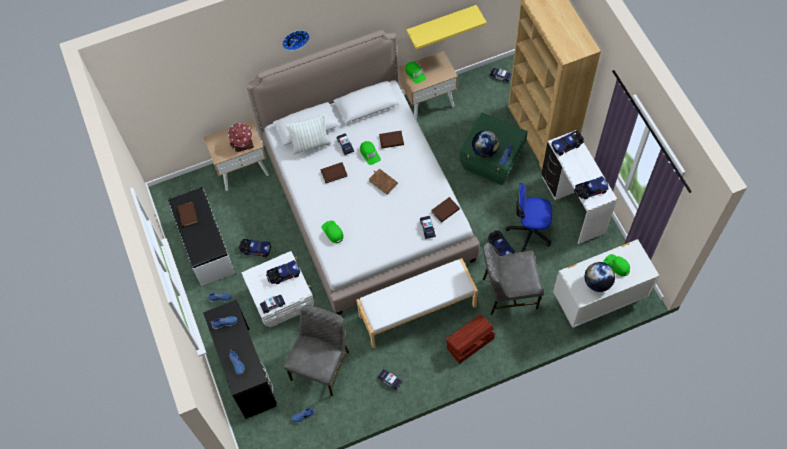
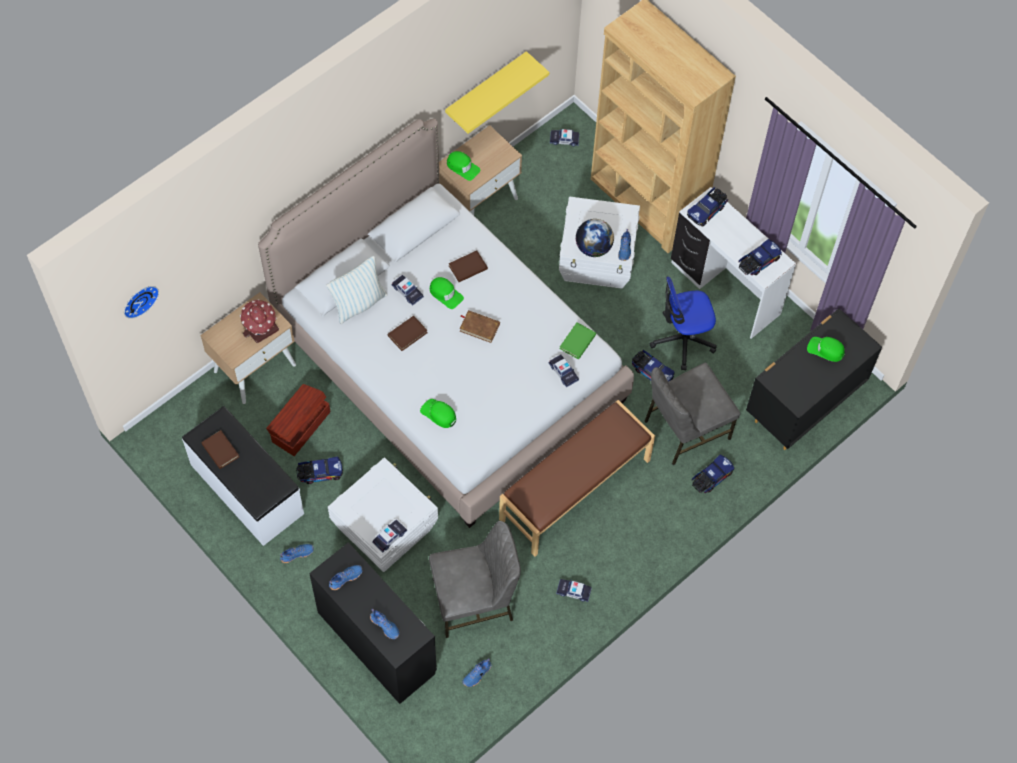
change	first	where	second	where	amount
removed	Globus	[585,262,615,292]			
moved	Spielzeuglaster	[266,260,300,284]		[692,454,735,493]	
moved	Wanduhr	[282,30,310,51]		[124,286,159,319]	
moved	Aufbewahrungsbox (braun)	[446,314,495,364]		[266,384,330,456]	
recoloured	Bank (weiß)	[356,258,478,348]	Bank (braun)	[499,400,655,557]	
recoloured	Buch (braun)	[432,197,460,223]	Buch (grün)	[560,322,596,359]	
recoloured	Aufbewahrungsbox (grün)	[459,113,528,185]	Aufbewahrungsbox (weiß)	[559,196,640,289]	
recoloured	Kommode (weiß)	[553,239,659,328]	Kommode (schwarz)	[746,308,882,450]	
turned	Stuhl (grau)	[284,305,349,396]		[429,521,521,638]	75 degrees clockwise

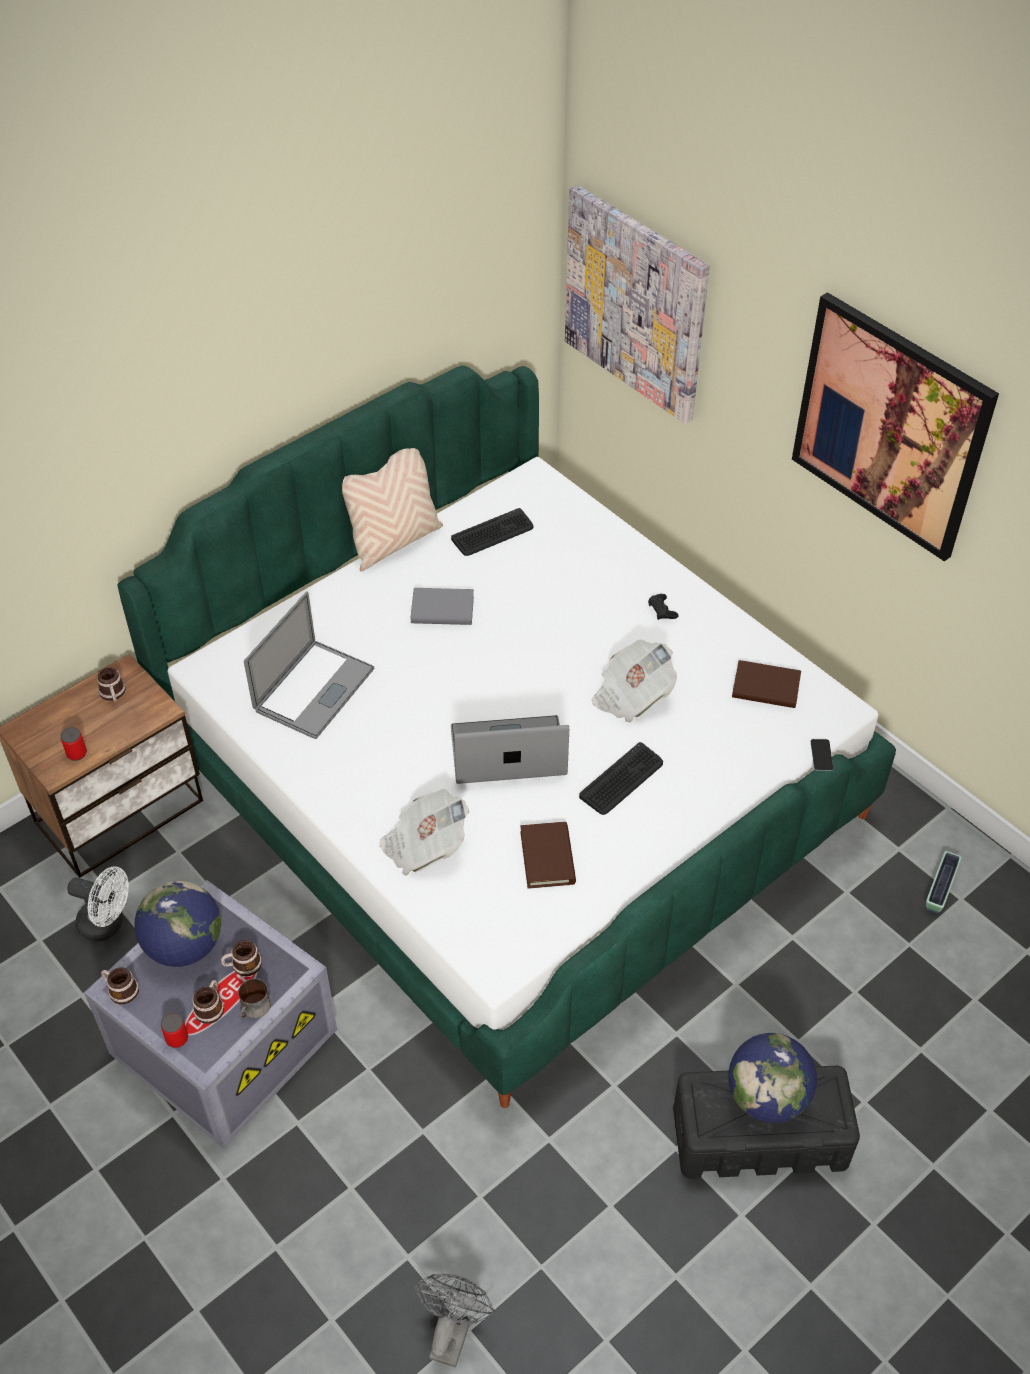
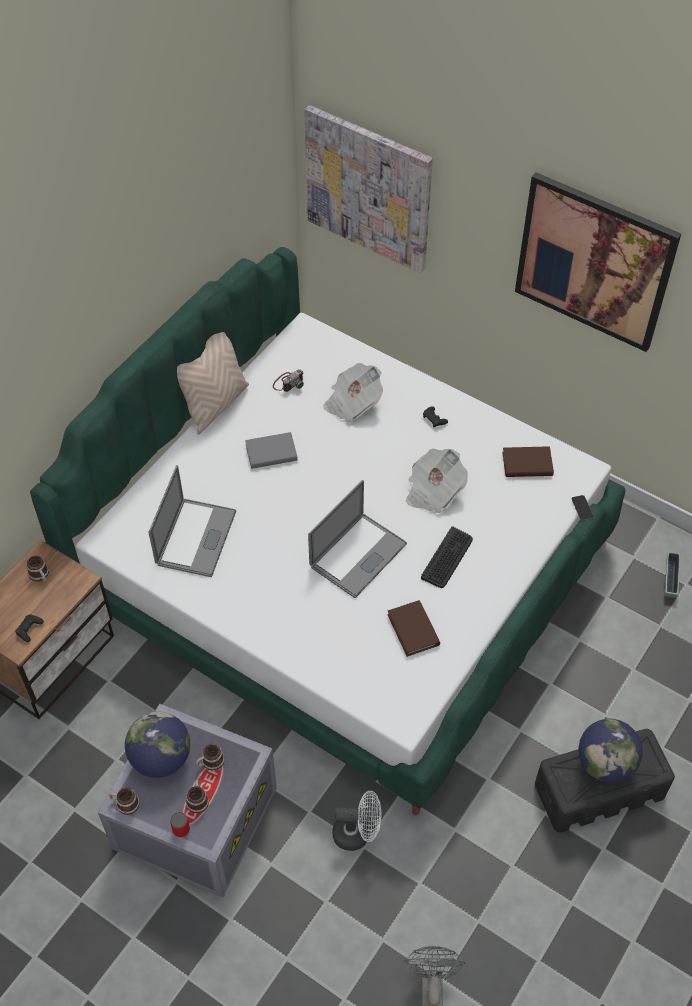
change	first	where	second	where	amount
removed	Henkelbecher	[238,978,271,1019]			
moved	Ventilator (weiß)	[67,866,129,942]		[332,791,381,851]	
moved	Zeitung	[379,789,469,876]		[323,363,383,423]	
replaced	Dose	[61,727,87,761]	Gamepad (schwarz)	[15,614,44,642]	
replaced	Tastatur	[451,508,534,556]	Kamera	[273,369,304,392]	
turned	Laptop	[451,715,569,784]		[308,480,407,598]	150 degrees clockwise

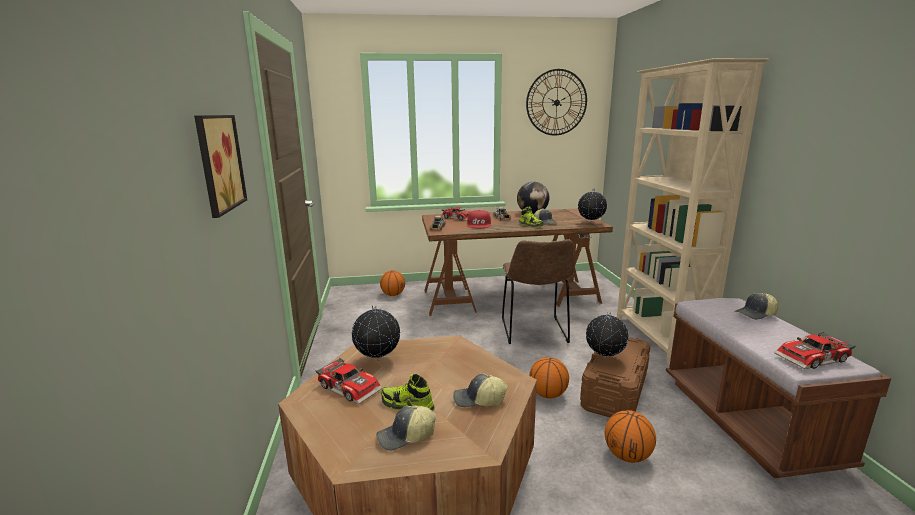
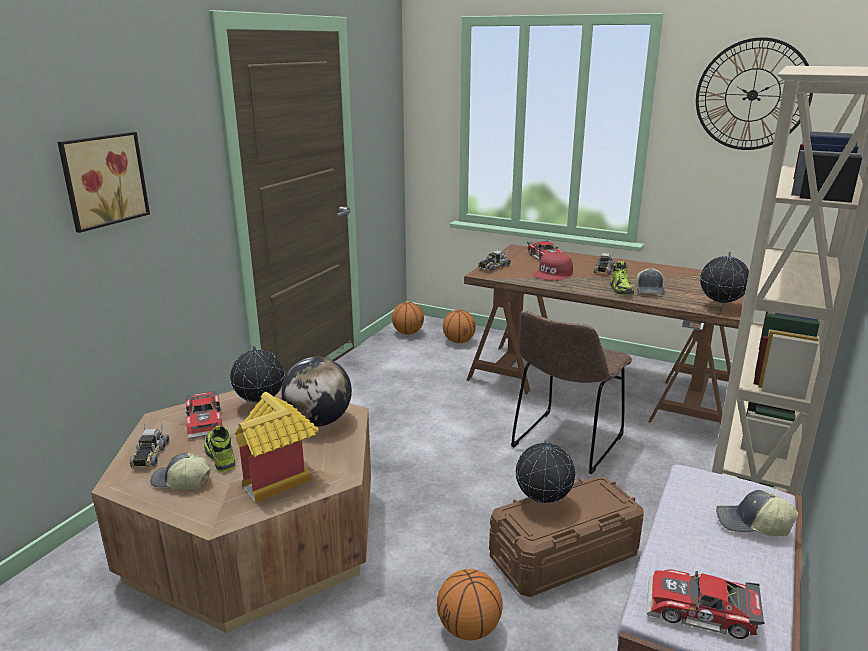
change	first	where	second	where	amount
added			Spielzeuglaster	[130,423,169,468]	
moved	Globus	[517,182,549,214]		[281,357,352,427]	
moved	Basketball	[529,357,569,399]		[392,302,424,335]	
replaced	Kappe	[453,373,508,407]	Spielzeughaus	[234,392,318,503]	

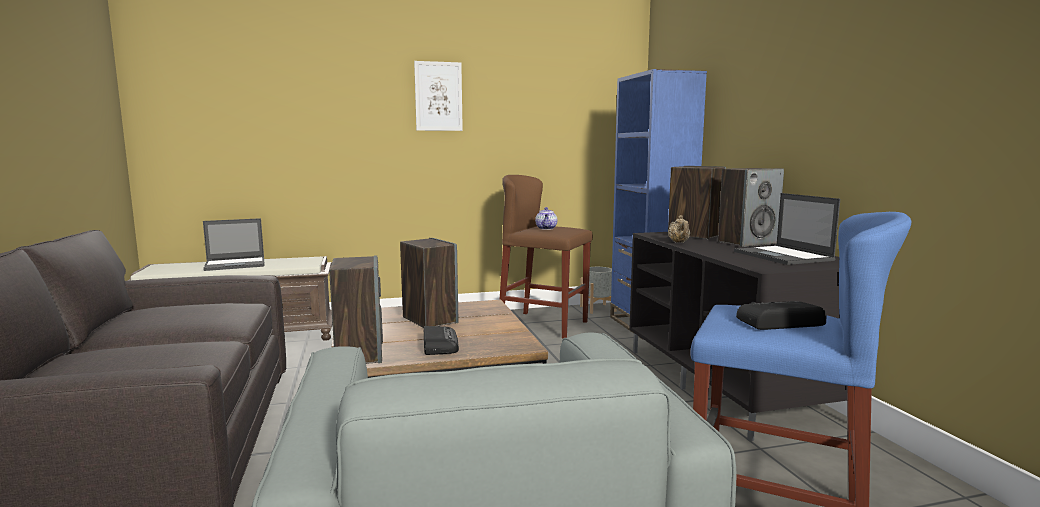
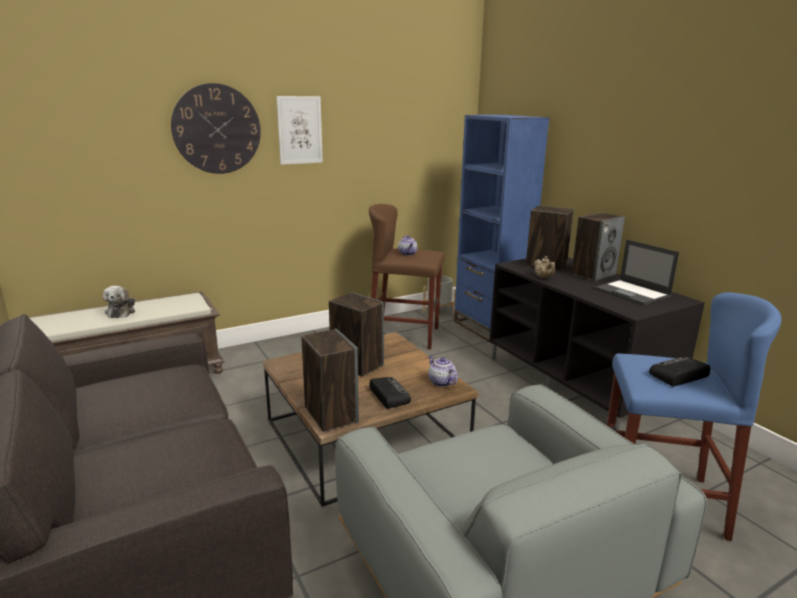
change	first	where	second	where	amount
added			Wanduhr	[171,83,261,174]	
added			Teekanne	[428,356,458,387]	
replaced	Laptop	[203,218,265,271]	Plüschtier	[103,286,135,318]	

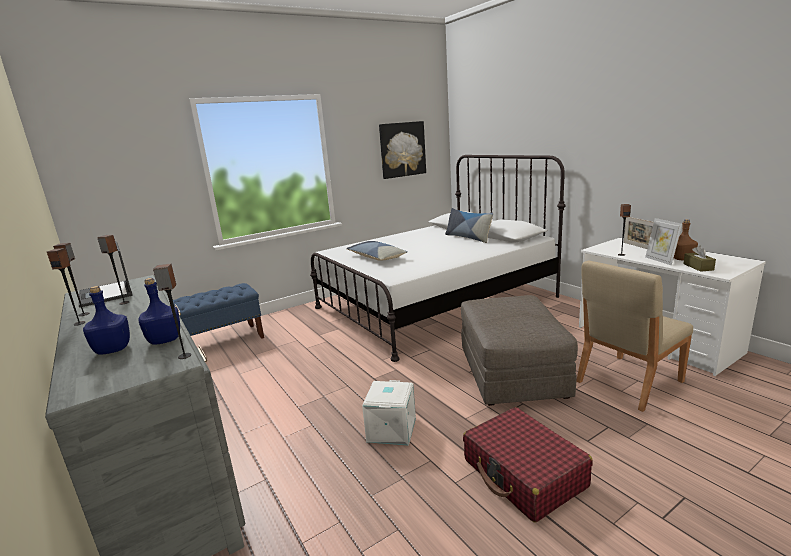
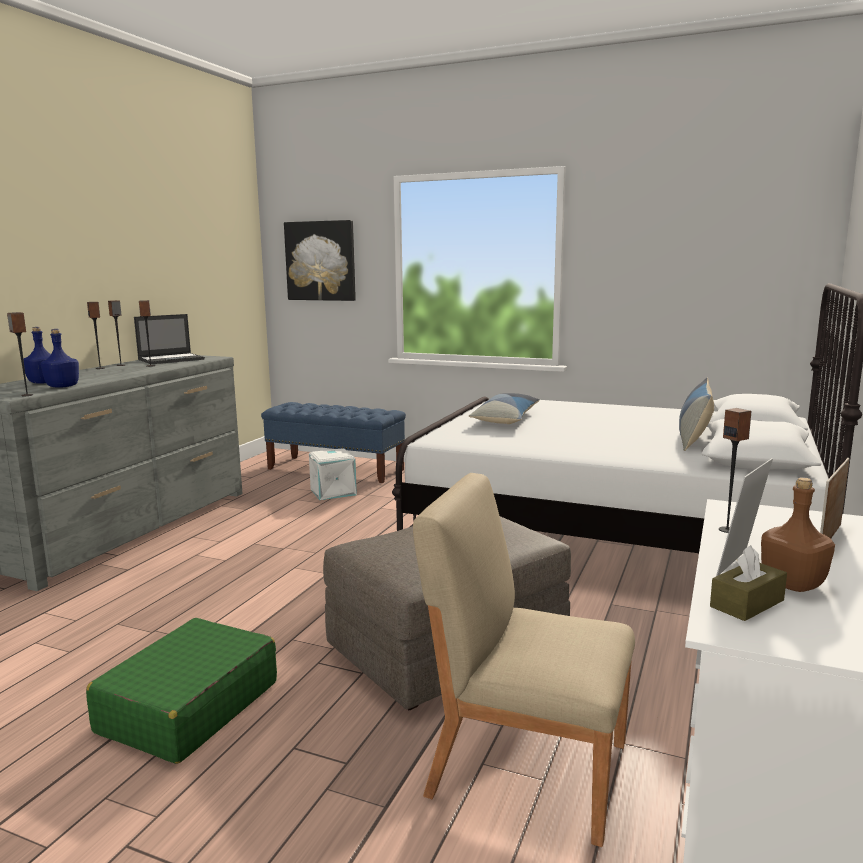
change	first	where	second	where	amount
moved	Aufbewahrungsbox (weiß)	[362,380,416,446]		[309,448,357,500]	
moved	Bild	[379,121,426,179]		[284,220,356,301]	
recoloured	Koffer (rot)	[463,407,592,523]	Koffer (grün)	[86,618,277,764]	
turned	Laptop	[79,242,133,308]		[134,314,205,364]	150 degrees counterclockwise

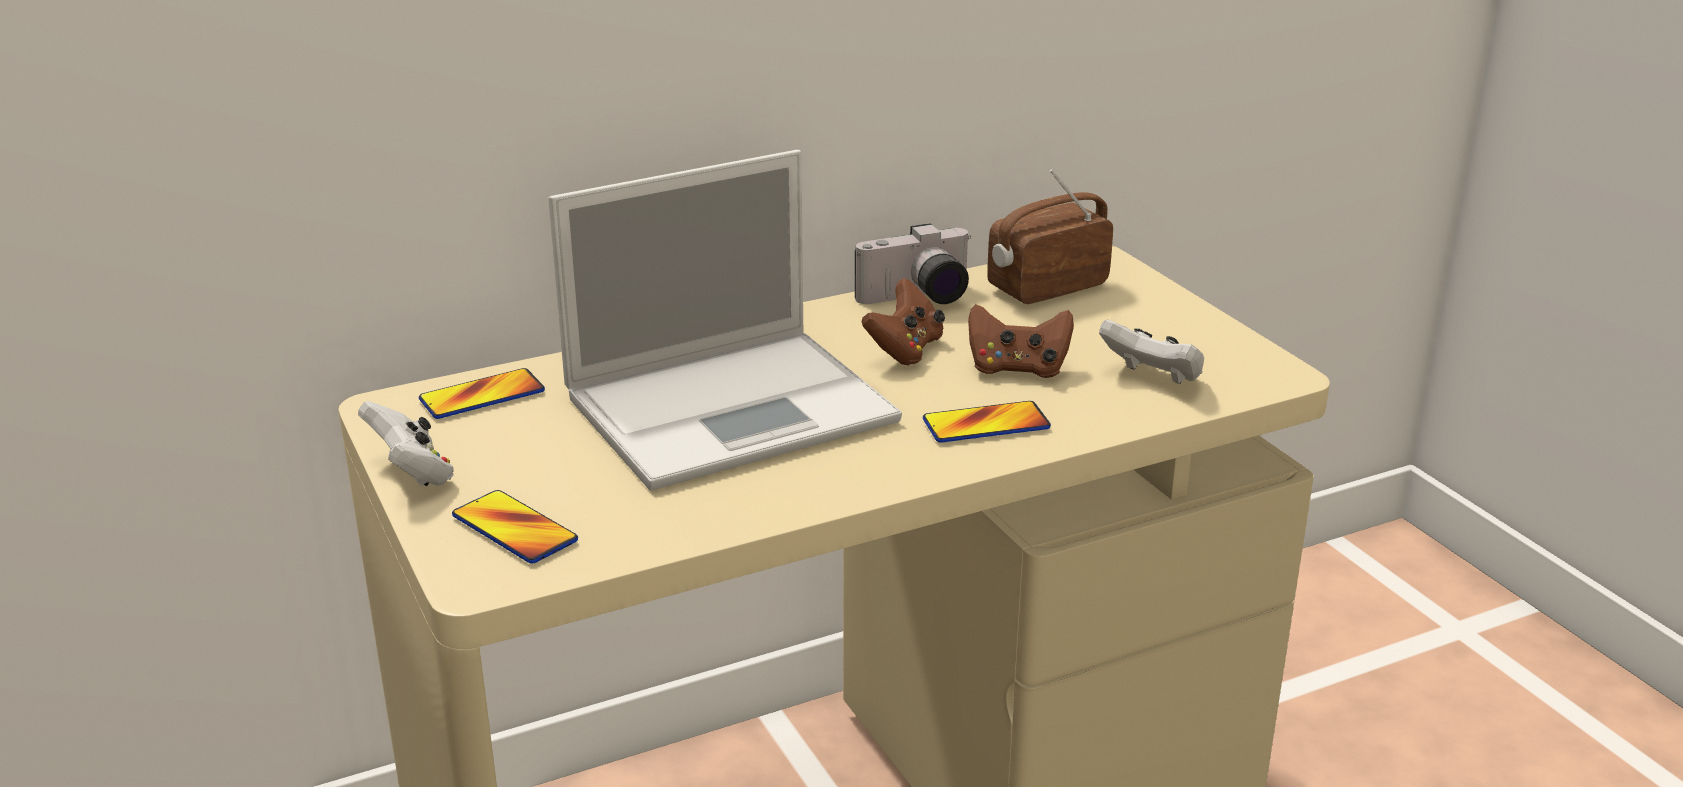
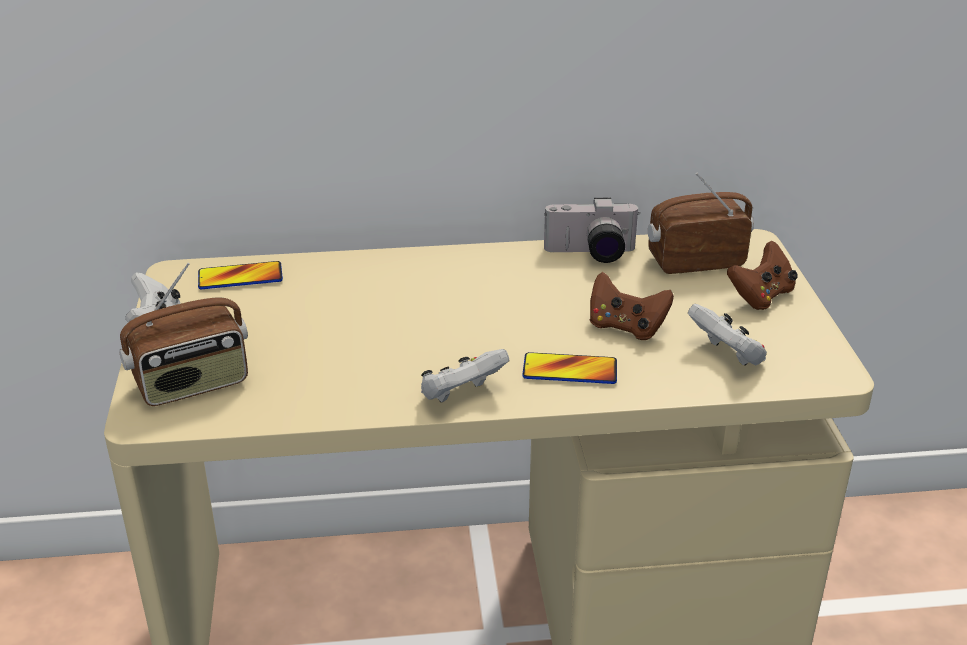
change	first	where	second	where	amount
removed	Laptop	[548,150,902,491]			
added			Gamepad (weiß)	[421,349,509,403]	
moved	Gamepad (braun)	[861,278,945,365]		[727,241,798,310]	
replaced	Handy	[452,490,578,563]	Radio	[119,263,248,406]	

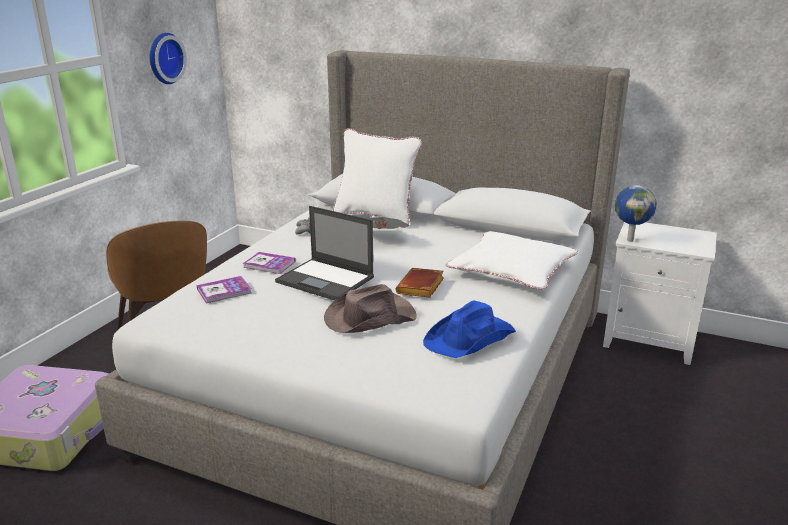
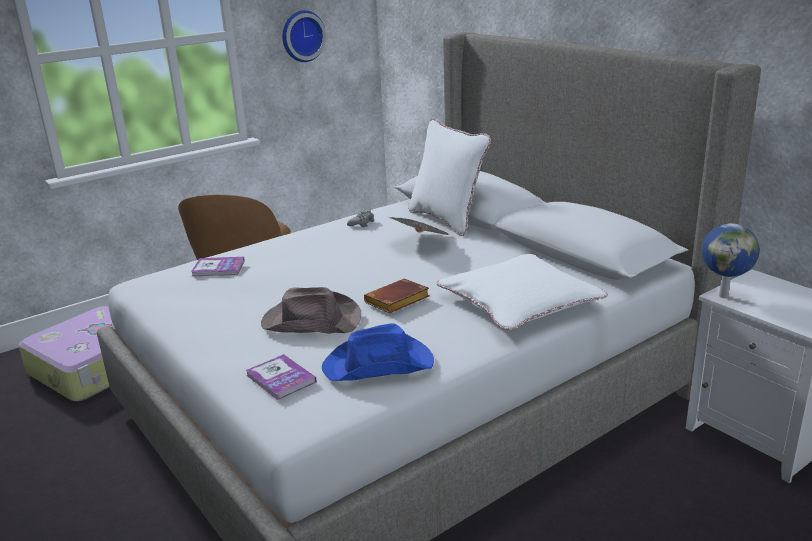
change	first	where	second	where	amount
removed	Laptop	[275,206,374,301]			
moved	Buch	[243,252,296,274]		[246,354,317,400]	

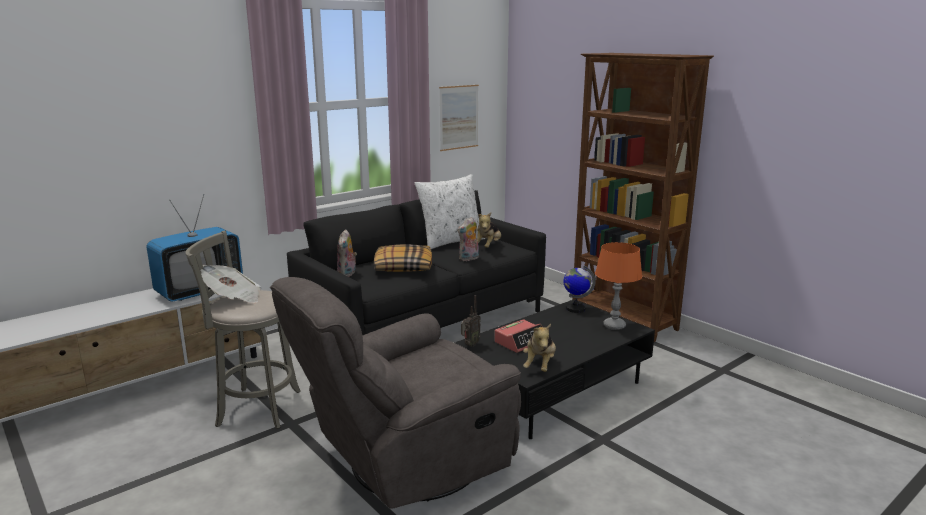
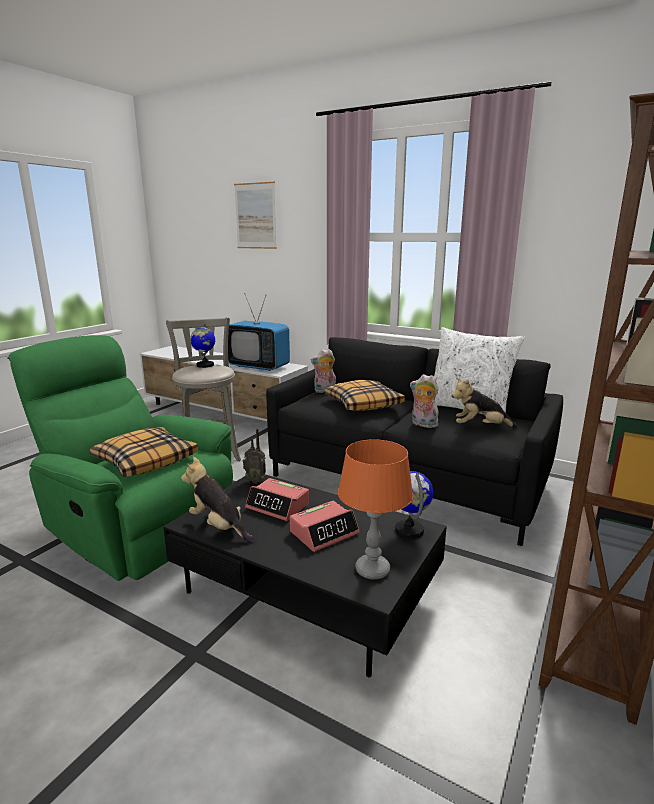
change	first	where	second	where	amount
added			Kissen	[90,427,198,477]	
added			Wecker	[290,501,360,552]	
moved	Bild	[439,85,479,151]		[234,182,277,249]	
replaced	Zeitung	[200,265,261,303]	Globus	[190,324,215,368]	
recoloured	Sessel (grau)	[270,277,521,509]	Sessel (grün)	[8,335,233,581]	
turned	Plüschtier	[523,324,556,372]		[181,457,255,543]	45 degrees clockwise

